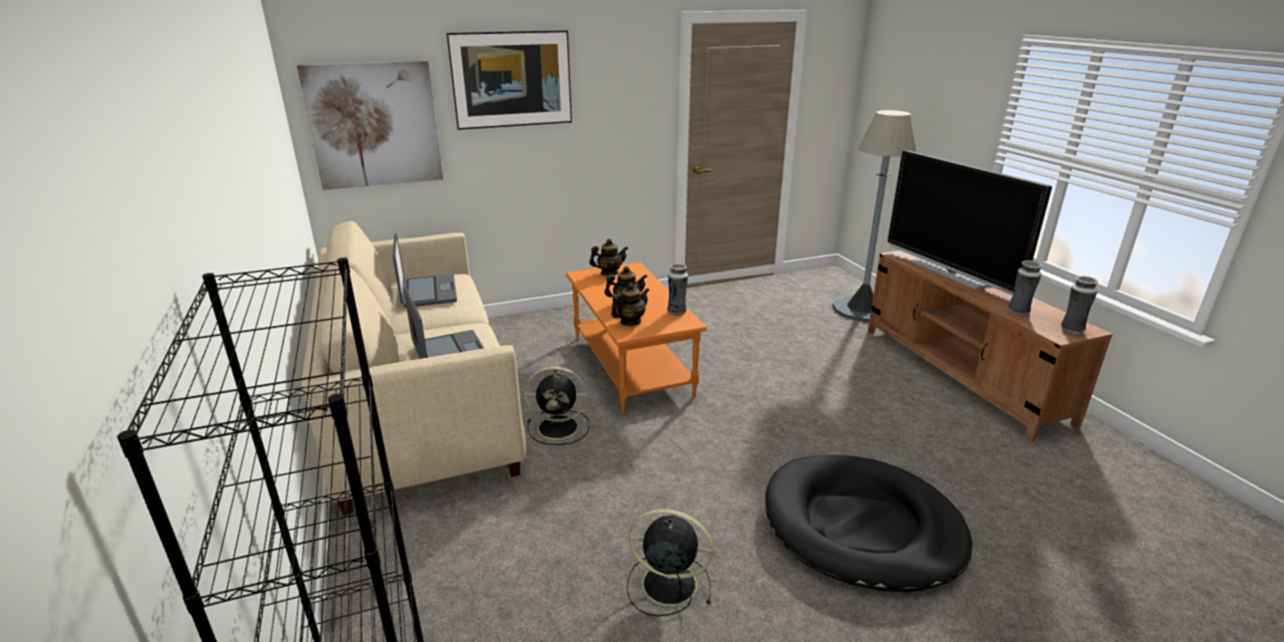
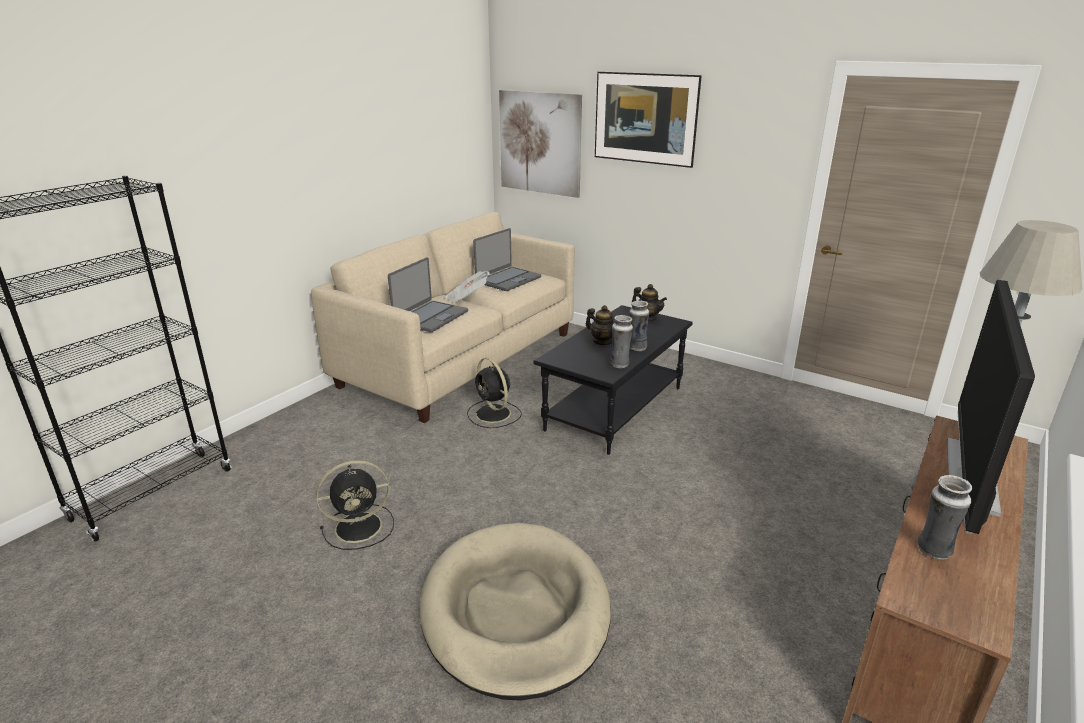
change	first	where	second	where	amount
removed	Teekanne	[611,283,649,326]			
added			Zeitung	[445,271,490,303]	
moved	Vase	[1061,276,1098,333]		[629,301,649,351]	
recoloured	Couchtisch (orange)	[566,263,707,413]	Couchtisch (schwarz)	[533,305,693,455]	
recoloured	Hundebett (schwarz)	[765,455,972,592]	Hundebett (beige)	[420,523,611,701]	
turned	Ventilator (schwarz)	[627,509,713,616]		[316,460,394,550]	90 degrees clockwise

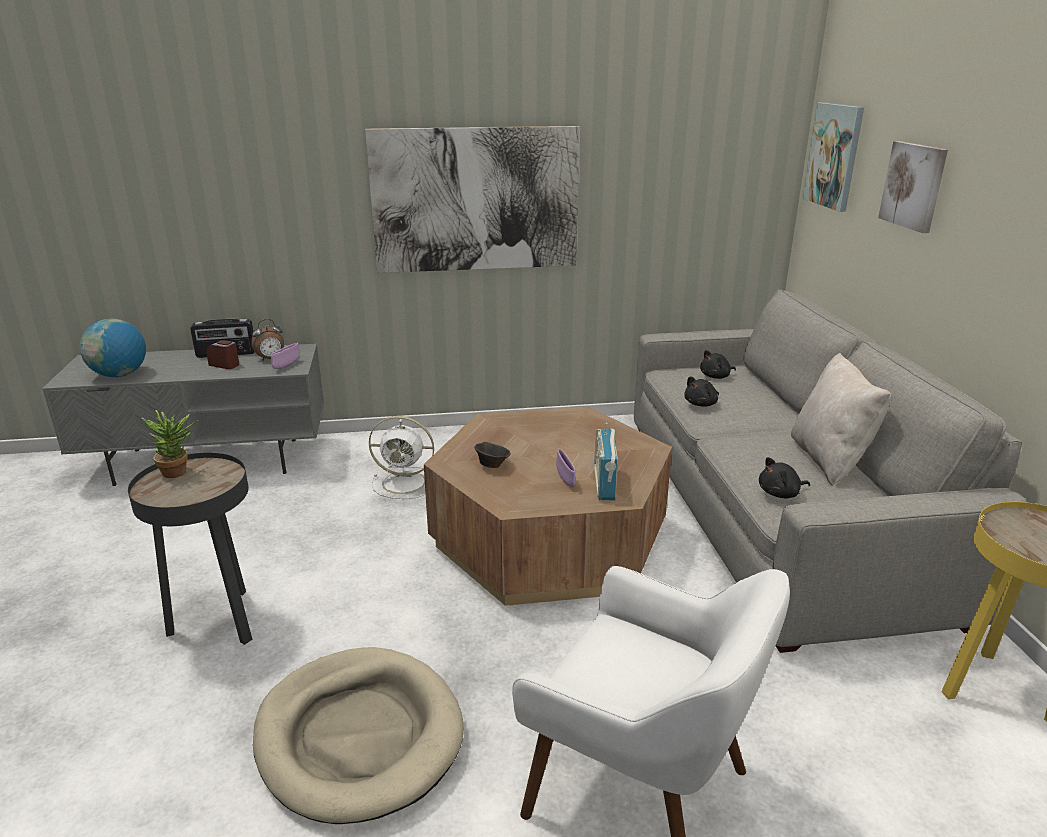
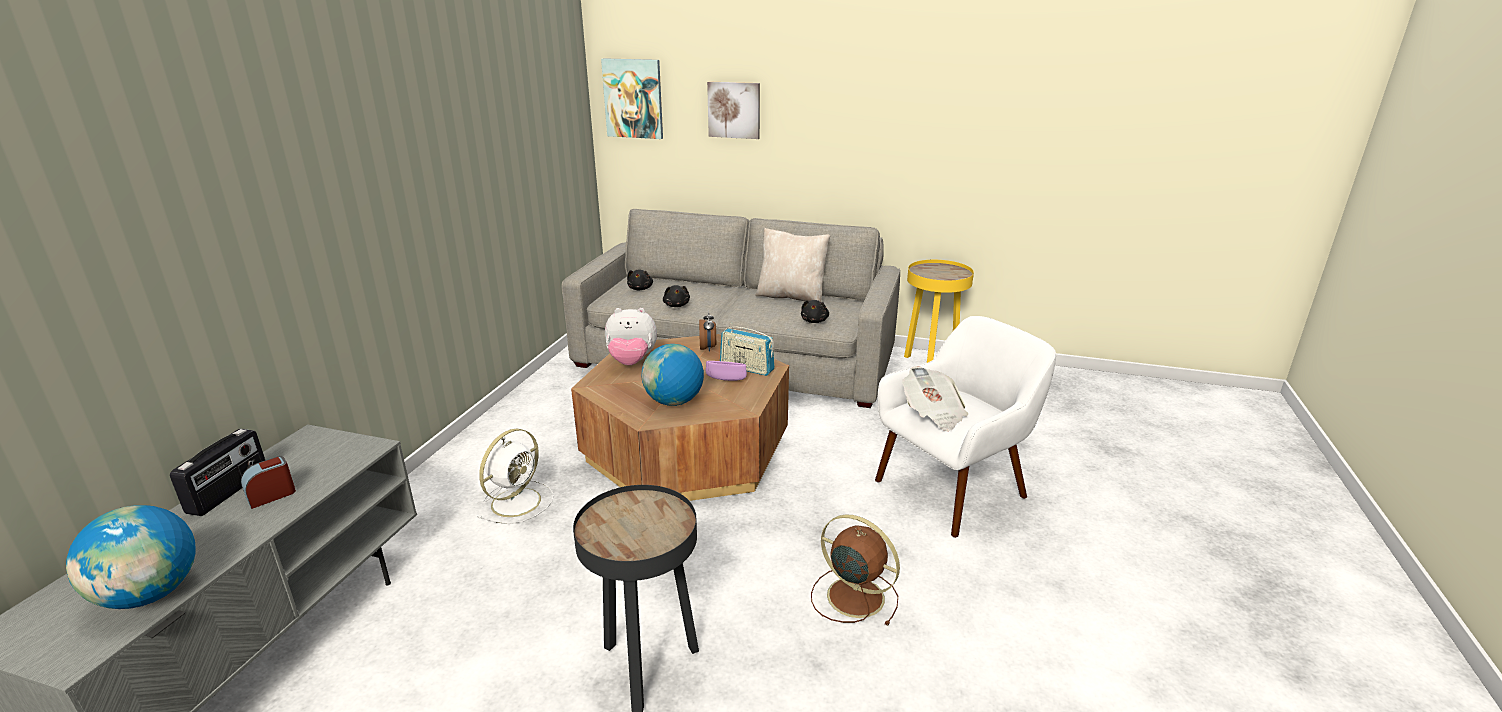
change	first	where	second	where	amount
removed	Topfpflanze	[141,410,198,478]			
removed	Schüssel (lila)	[271,343,300,369]			
removed	Bild	[365,126,580,273]			
added			Plüschtier	[605,308,657,365]	
added			Zeitung	[902,366,968,432]	
moved	Wecker	[251,319,284,361]		[699,309,716,352]	
replaced	Hundebett (beige)	[253,647,464,824]	Ventilator (braun)	[811,514,900,625]	
replaced	Schüssel (braun)	[474,442,511,468]	Globus	[641,344,704,406]	

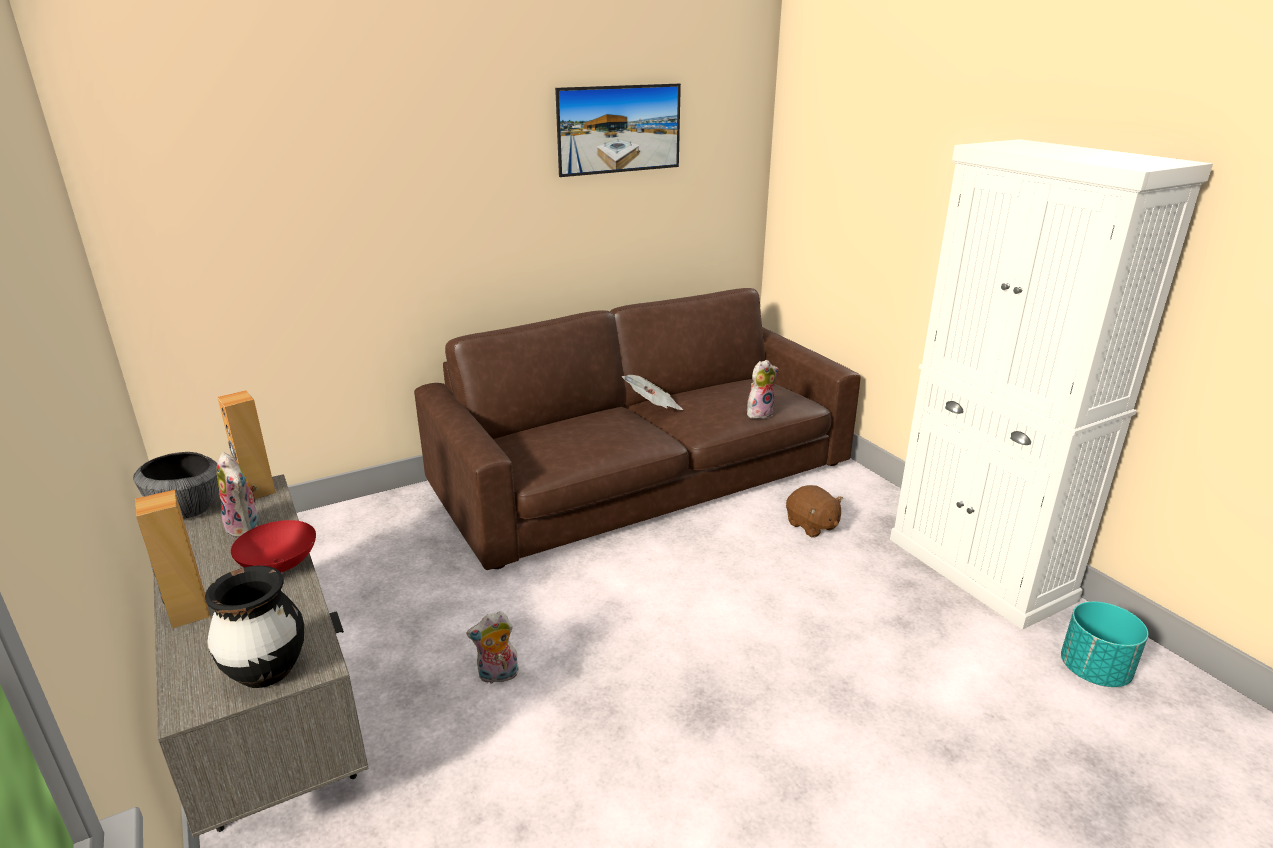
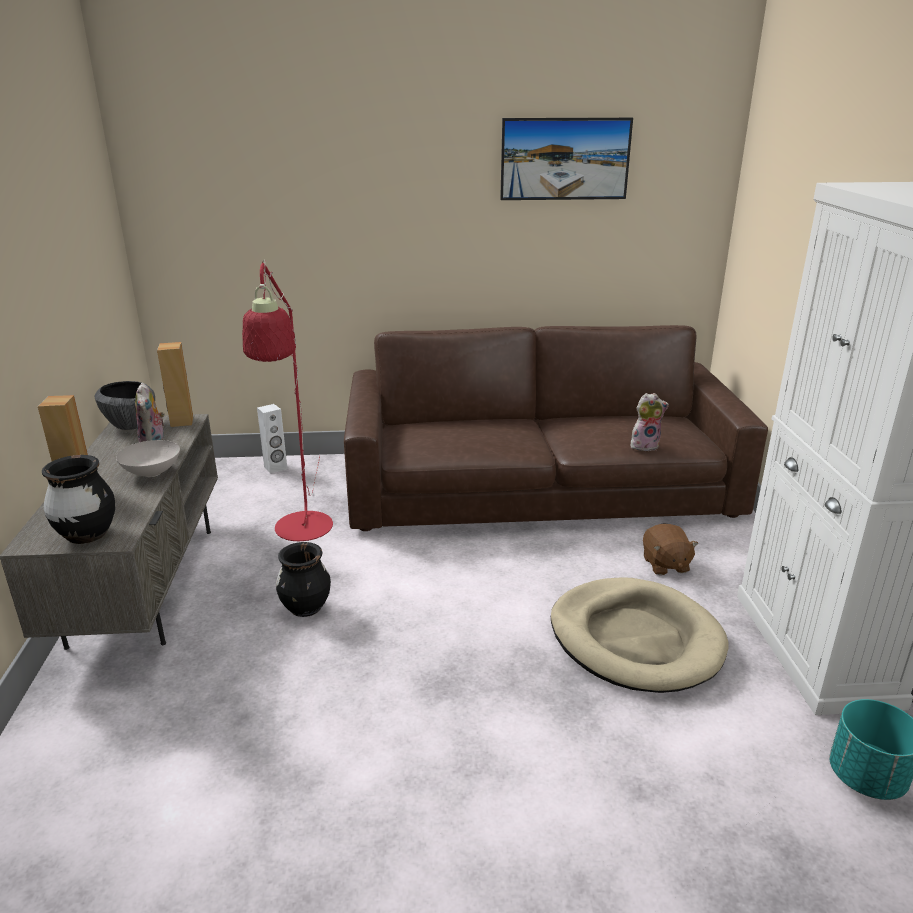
change	first	where	second	where	amount
removed	Zeitung	[622,375,684,410]			
added			Stehlampe (rot)	[242,260,333,541]	
added			Lautsprecher (weiß)	[257,404,287,474]	
added			Hundebett (beige)	[551,578,729,693]	
replaced	Plüschtier	[466,611,519,684]	Vase (schwarz)	[276,542,331,617]	
recoloured	Schüssel (rot)	[231,520,316,573]	Schüssel (weiß)	[116,440,180,477]	

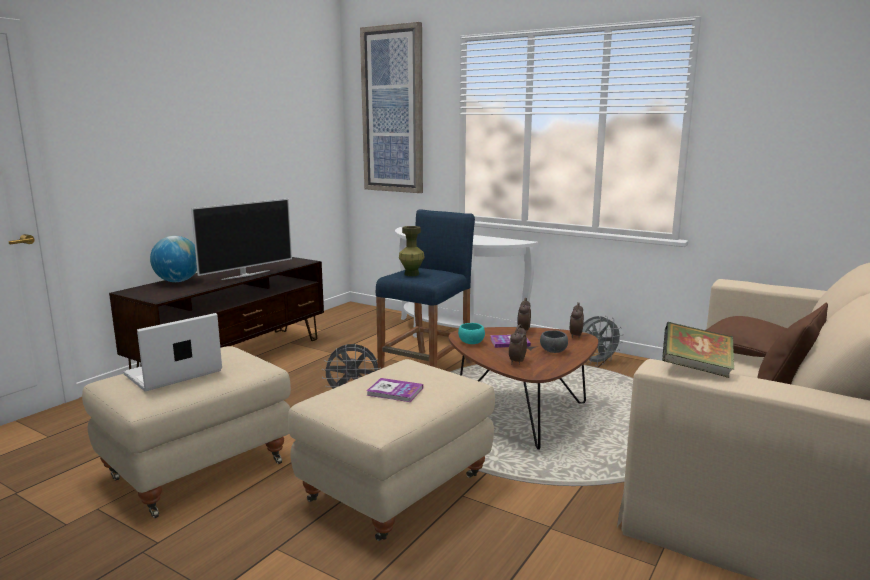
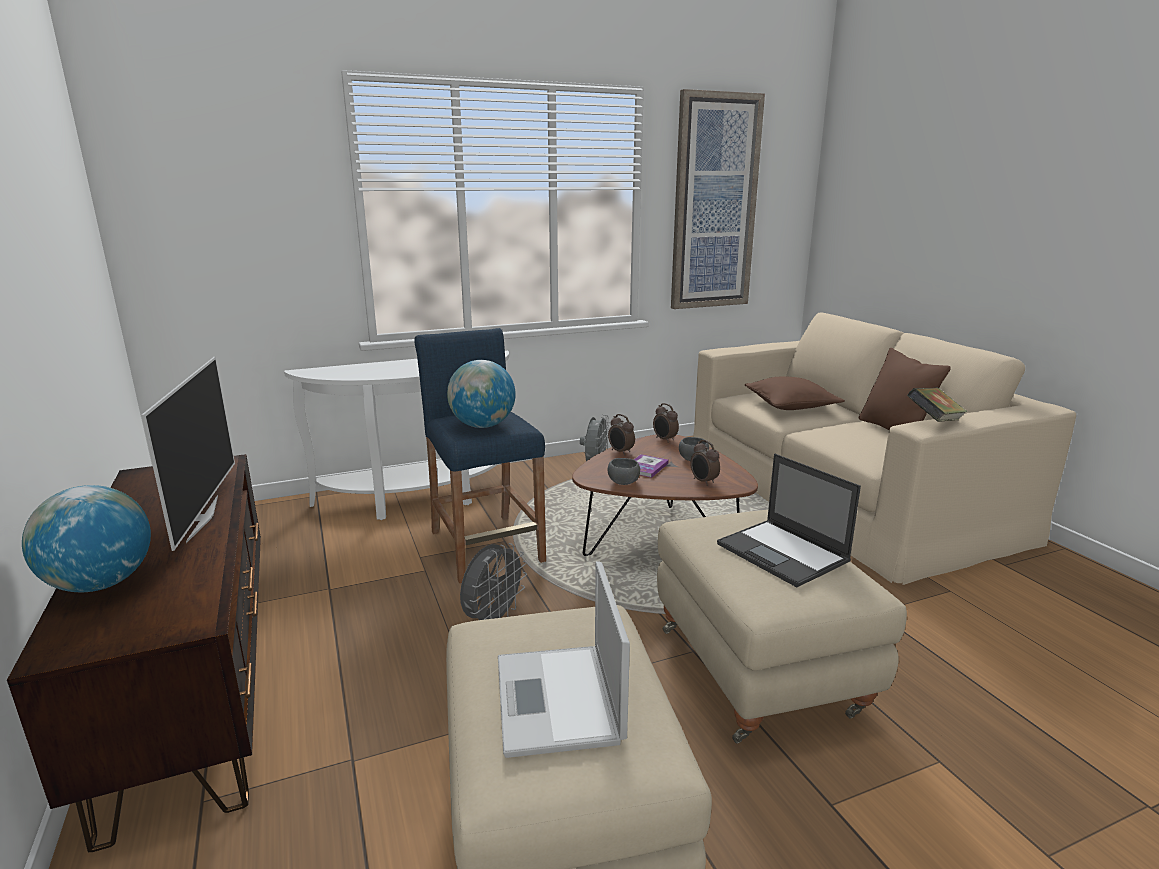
change	first	where	second	where	amount
moved	Bild	[360,22,423,193]		[671,89,765,309]	
replaced	Buch	[366,378,423,402]	Laptop	[717,454,861,587]	
replaced	Vase (grün)	[399,226,425,276]	Globus	[447,360,516,428]	
recoloured	Schüssel (türkis)	[458,323,485,344]	Schüssel (grau)	[608,458,640,485]	

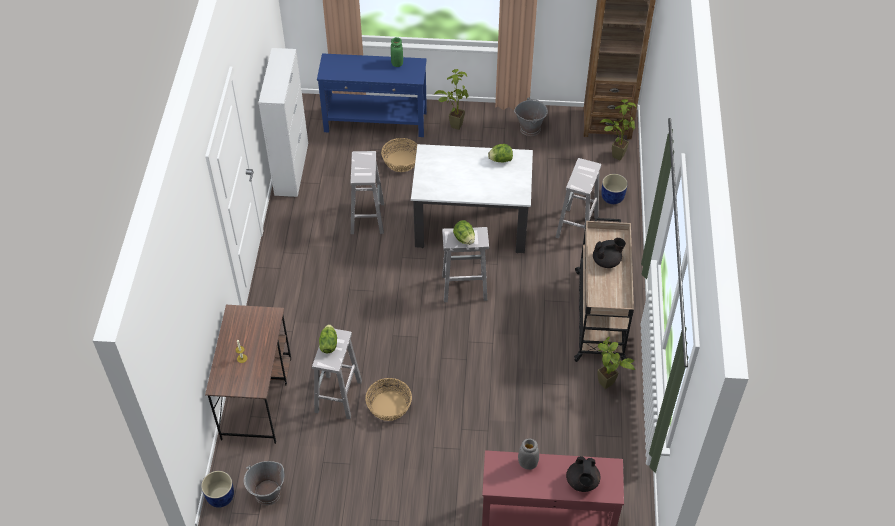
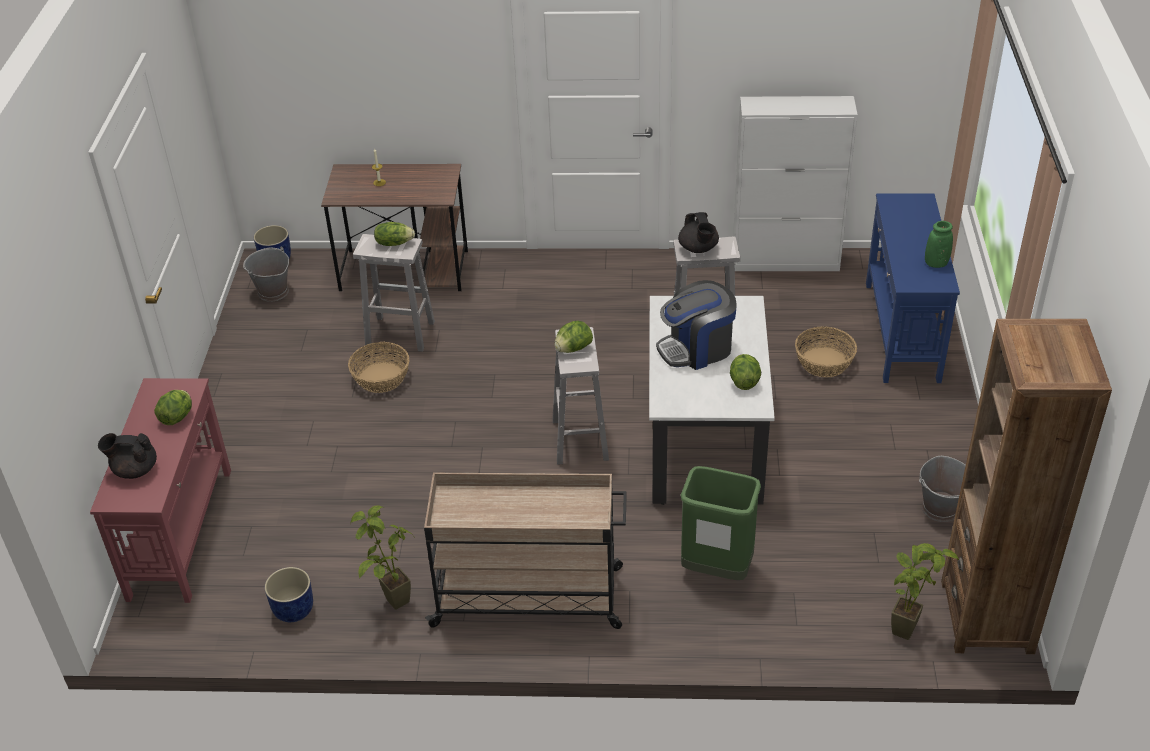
change	first	where	second	where	amount
removed	Topfpflanze	[433,69,469,130]			
added			Kaffeemaschine	[656,280,737,370]	
moved	Teekanne (schwarz)	[593,238,626,268]		[678,212,719,253]	
moved	Pflanzkübel (blau)	[601,174,628,204]		[265,567,313,622]	
replaced	Vase (grau)	[518,438,539,470]	Salatkopf	[154,390,192,425]	
replaced	Hocker (weiß)	[555,158,601,239]	Mülleimer (grün)	[681,466,761,580]	

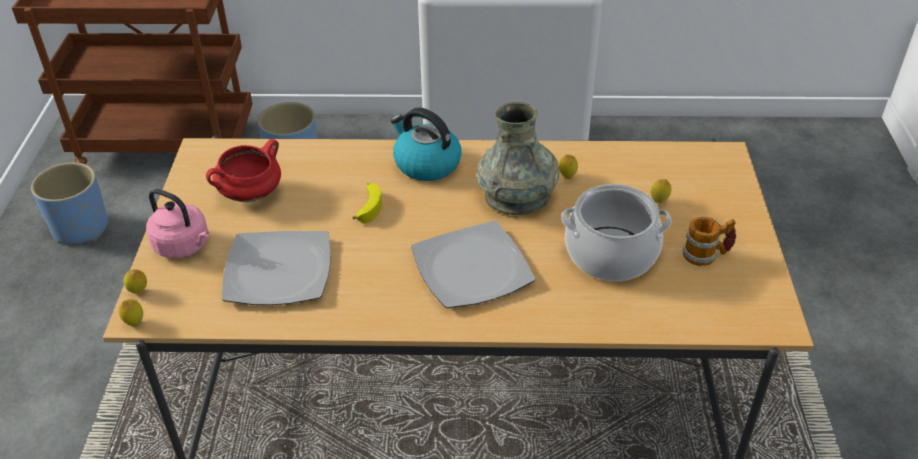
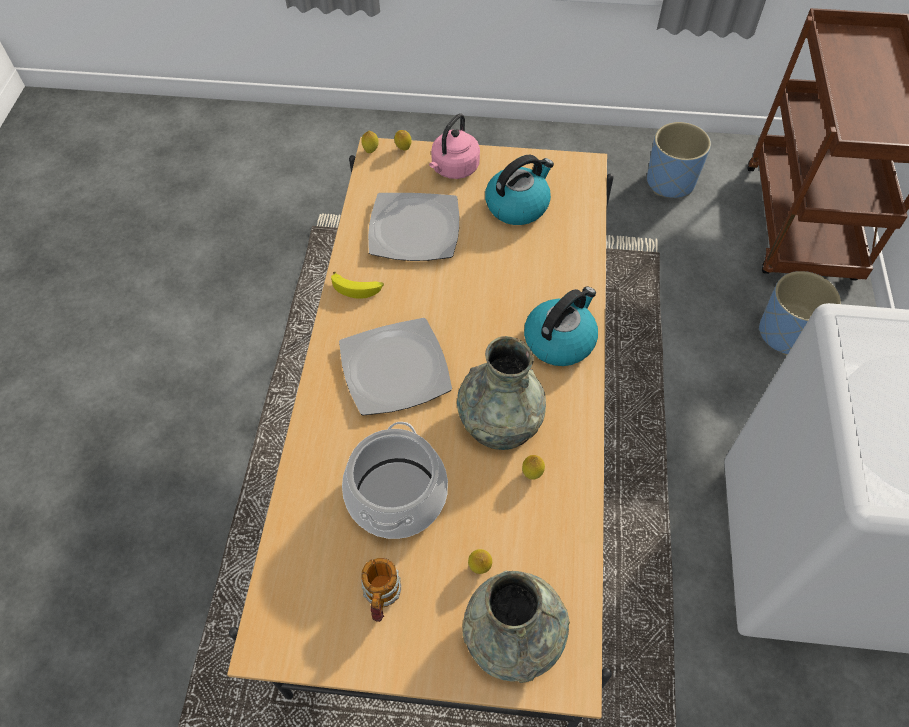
change	first	where	second	where	amount
added			Vase (grau)	[462,570,570,683]	
moved	Banane	[352,183,382,223]		[331,272,384,299]	
replaced	Kochtopf (rot)	[206,139,281,202]	Wasserkessel	[485,155,554,225]	

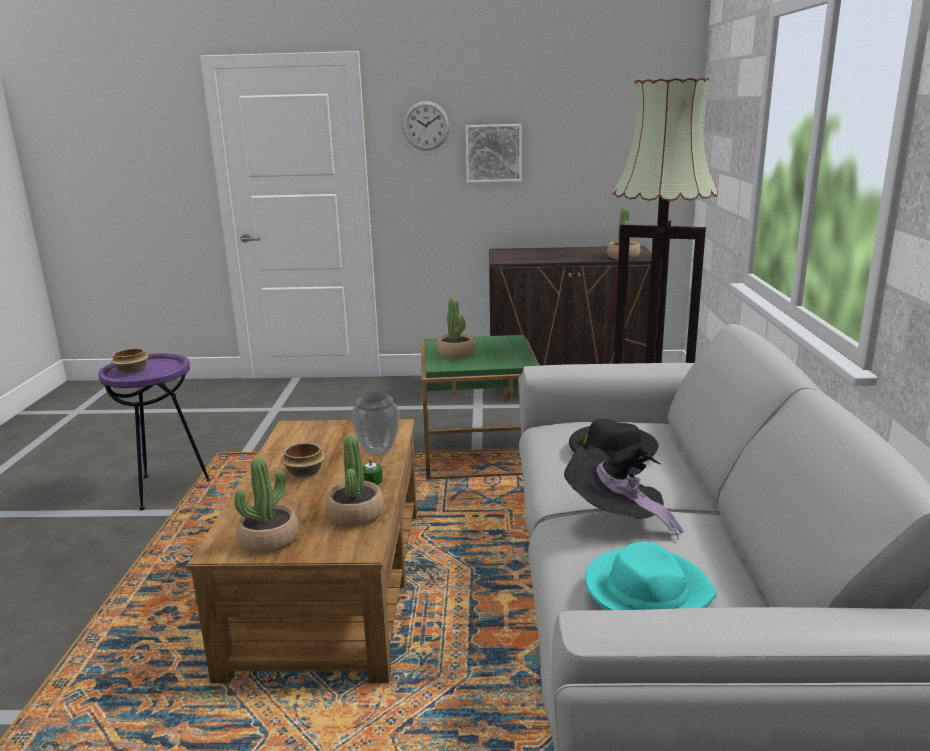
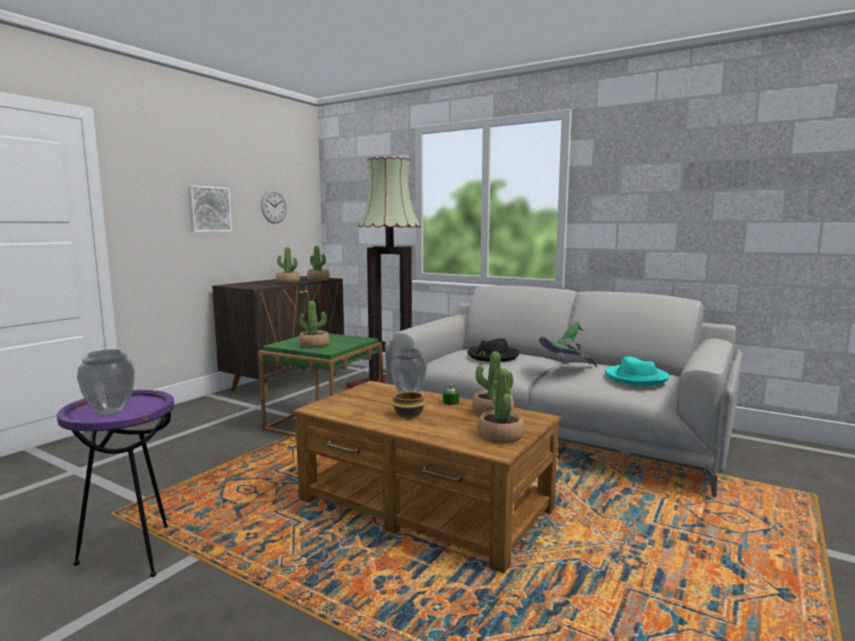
change	first	where	second	where	amount
added			Topfpflanze	[276,247,300,283]	
moved	Wanduhr	[403,101,450,151]		[261,190,287,224]	
replaced	Schüssel	[111,348,149,375]	Vase	[77,349,135,416]	
recoloured	Hut (schwarz)	[564,443,683,540]	Hut (grün)	[539,322,597,367]	

